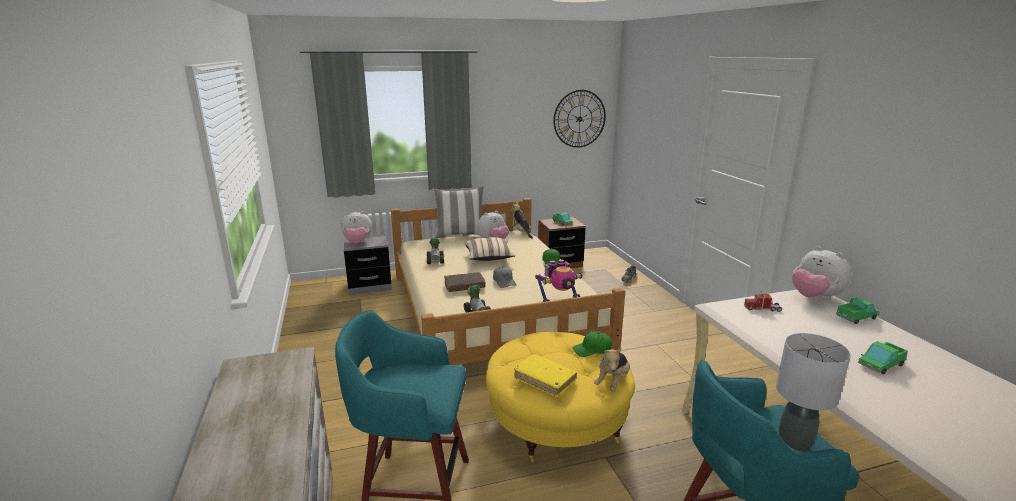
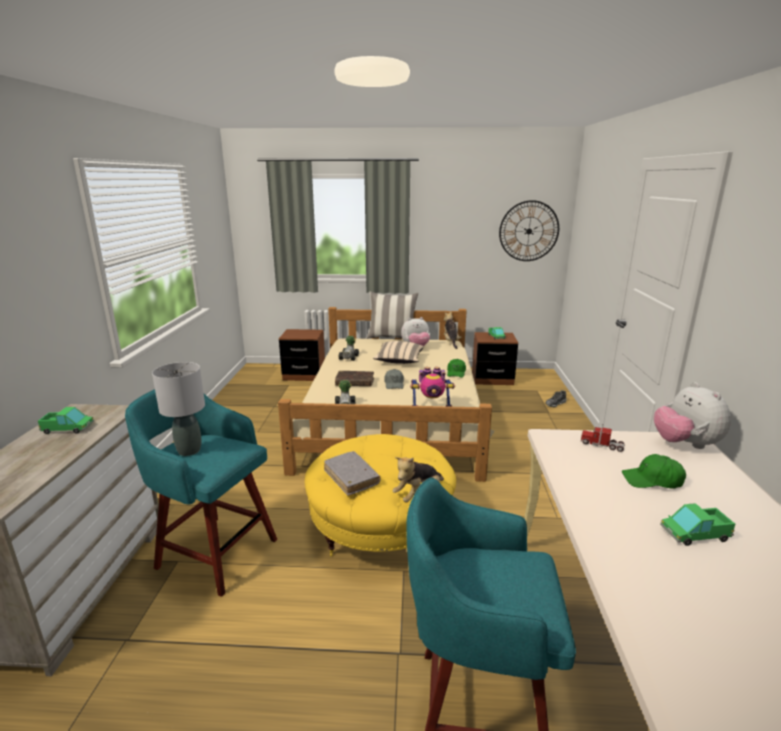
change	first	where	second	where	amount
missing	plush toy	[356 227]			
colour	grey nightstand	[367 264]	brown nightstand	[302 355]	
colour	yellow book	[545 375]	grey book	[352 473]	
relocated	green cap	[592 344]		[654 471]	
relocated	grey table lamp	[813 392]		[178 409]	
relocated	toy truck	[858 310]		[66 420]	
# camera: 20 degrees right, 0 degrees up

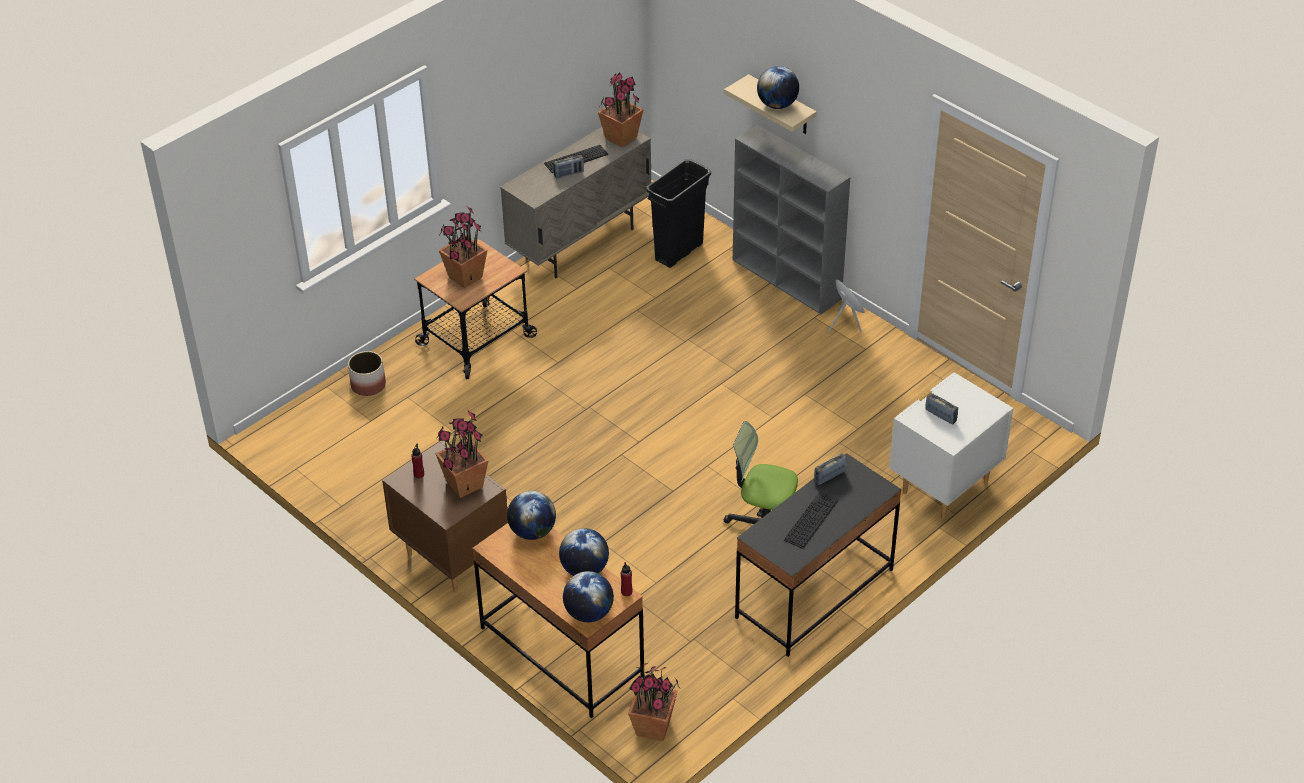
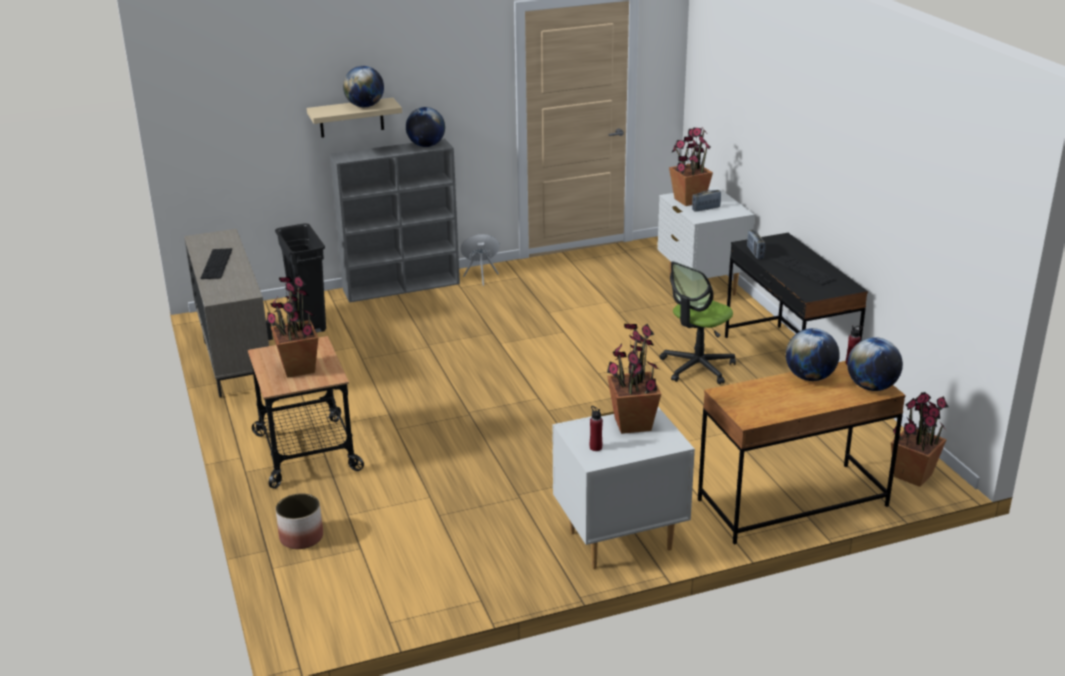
change	first	where	second	where	amount
colour	brown nightstand	[445 517]	white nightstand	[623 488]	
relocated	globe	[531 515]		[425 127]	
missing	radio	[568 166]			
relocated	potted plant	[621 110]		[691 167]	
# camera: 65 degrees left, 15 degrees down

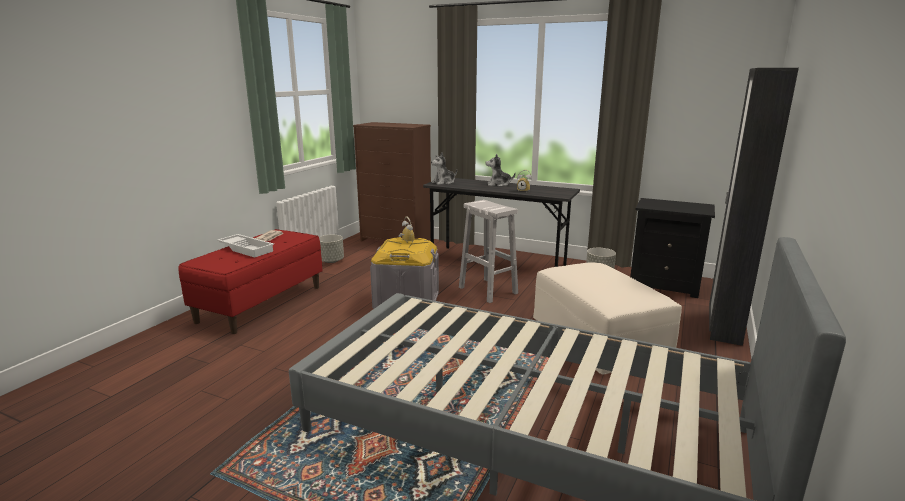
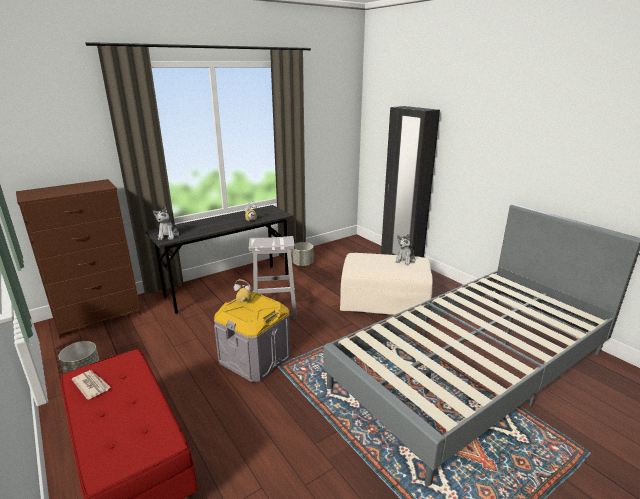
change	first	where	second	where	amount
missing	white tray	[245 246]			
relocated	plush toy	[500 170]		[405 249]	
missing	black nightstand	[672 248]			
# camera: 60 degrees left, 5 degrees up

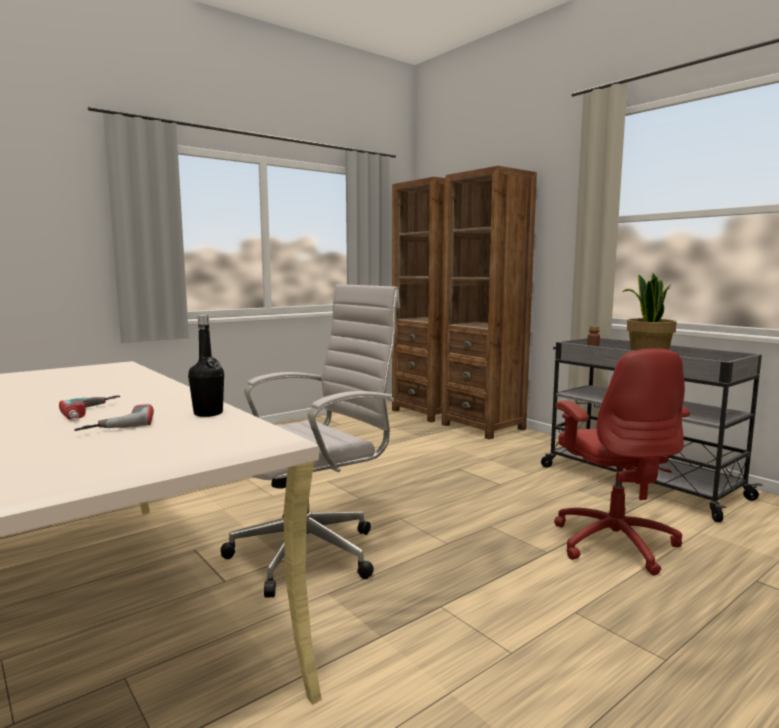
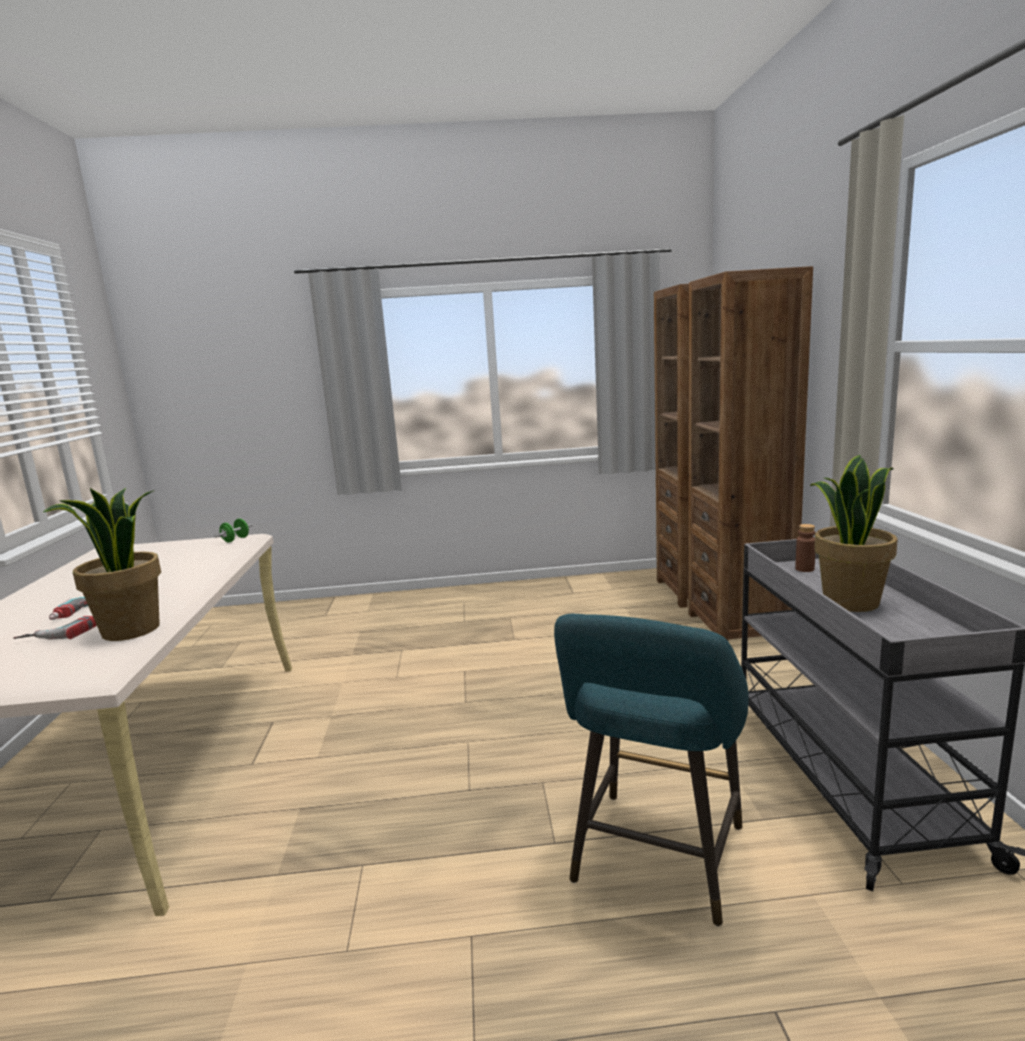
change	first	where	second	where	amount
exchanged	black bottle	[206 366]	potted plant	[102 564]	
missing	white office chair	[310 441]			
exchanged	red office chair	[622 461]	turquoise stool	[651 770]	
appeared			green dumbbell	[233 530]	
# camera: 35 degrees right, 5 degrees up

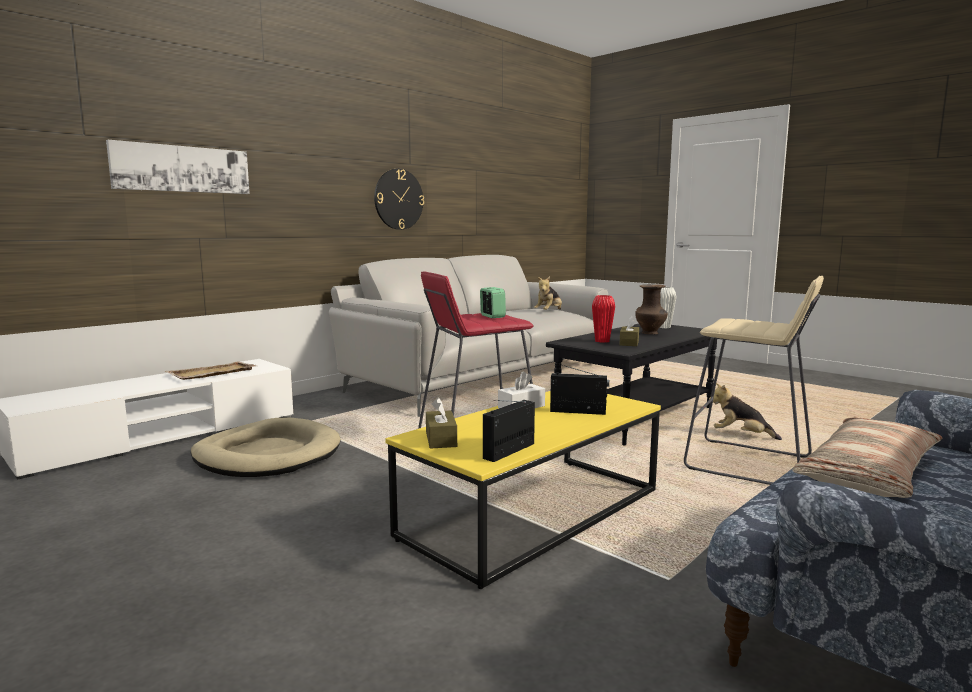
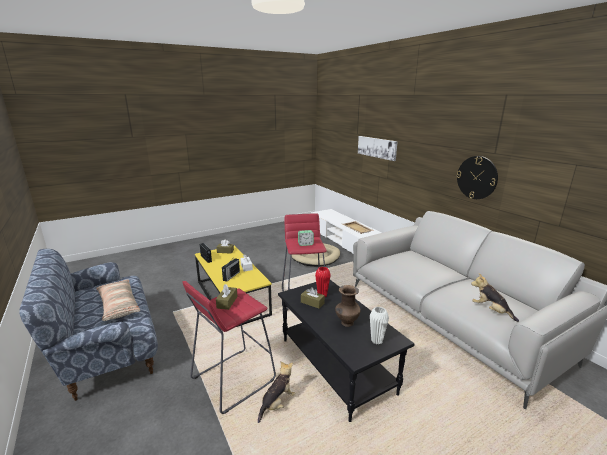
change	first	where	second	where	amount
colour	beige stool	[754 380]	red stool	[229 347]	
appeared			brown tissue box	[227 297]	
# camera: 105 degrees right, 10 degrees up

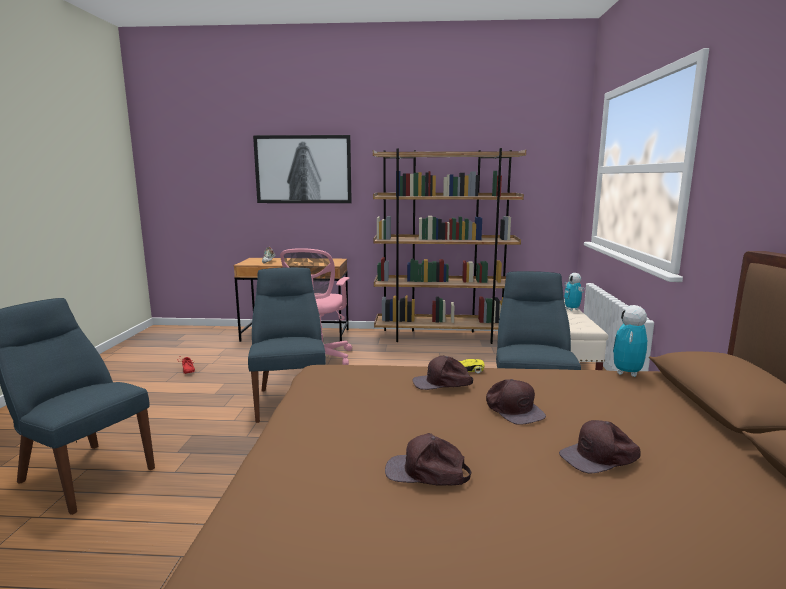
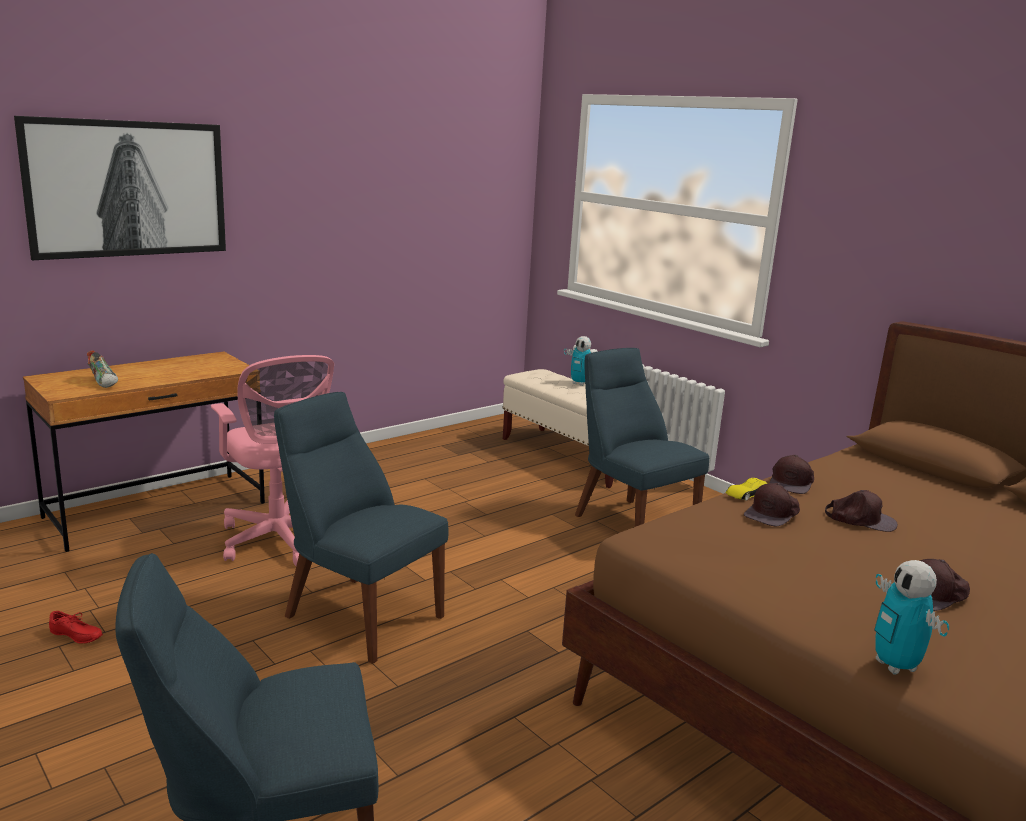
change	first	where	second	where	amount
missing	brown bookcase	[449 246]			
relocated	brown cap	[600 446]		[792 474]	
relocated	toy robot	[630 341]		[911 617]	
# camera: 45 degrees left, 5 degrees up

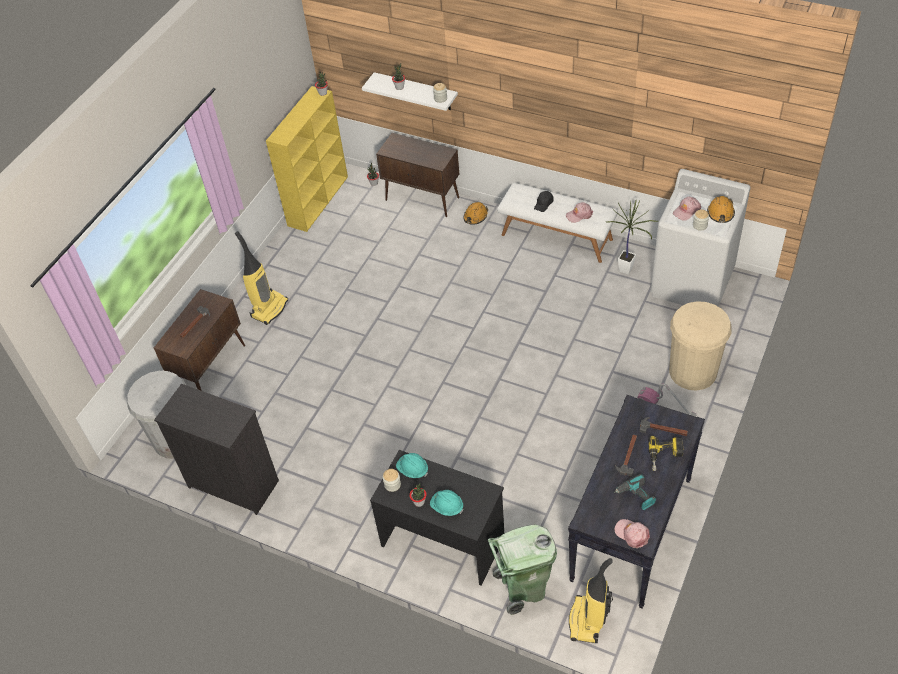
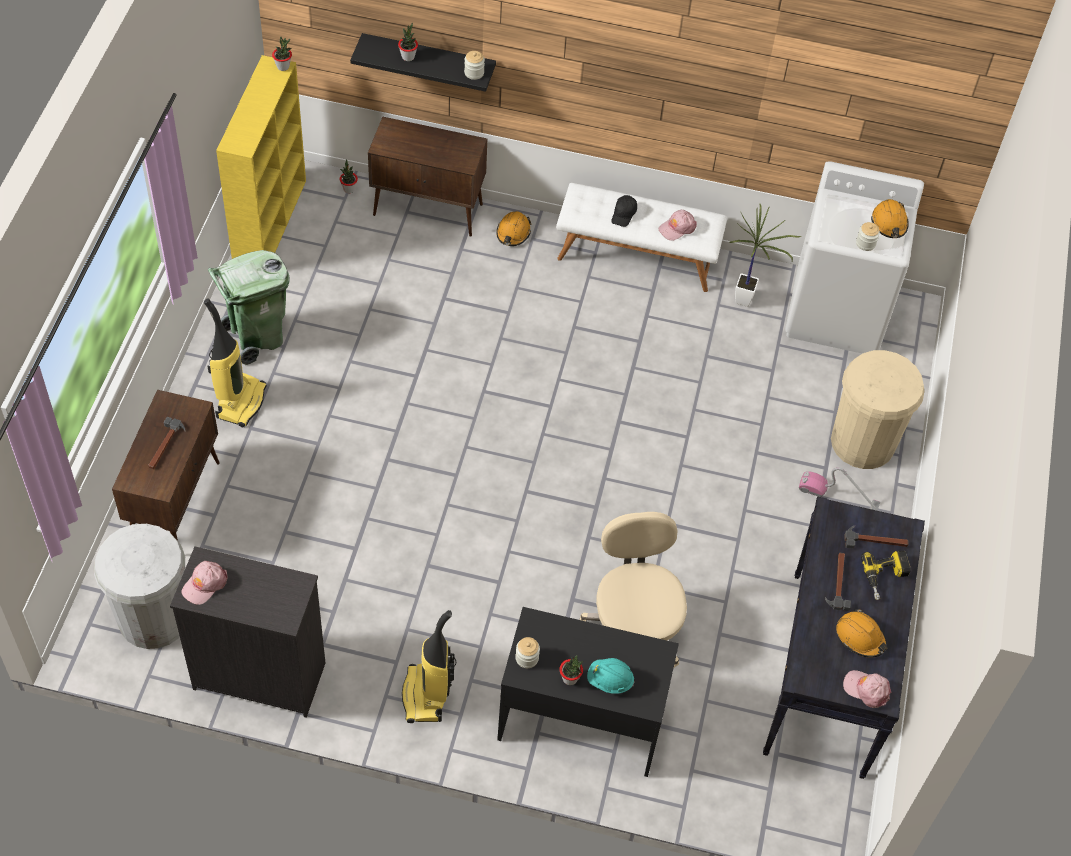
change	first	where	second	where	amount
colour	white shelf	[410 91]	black shelf	[423 62]	
missing	turquoise hard hat	[412 465]			
relocated	green trash can	[522 570]		[249 307]	
relocated	vacuum cleaner	[591 600]		[429 666]	
exchanged	power drill	[635 492]	orange hard hat	[862 633]	
relocated	pink cap	[687 209]		[204 583]	
appeared			beige office chair	[633 589]	
# camera: 20 degrees left, 5 degrees up

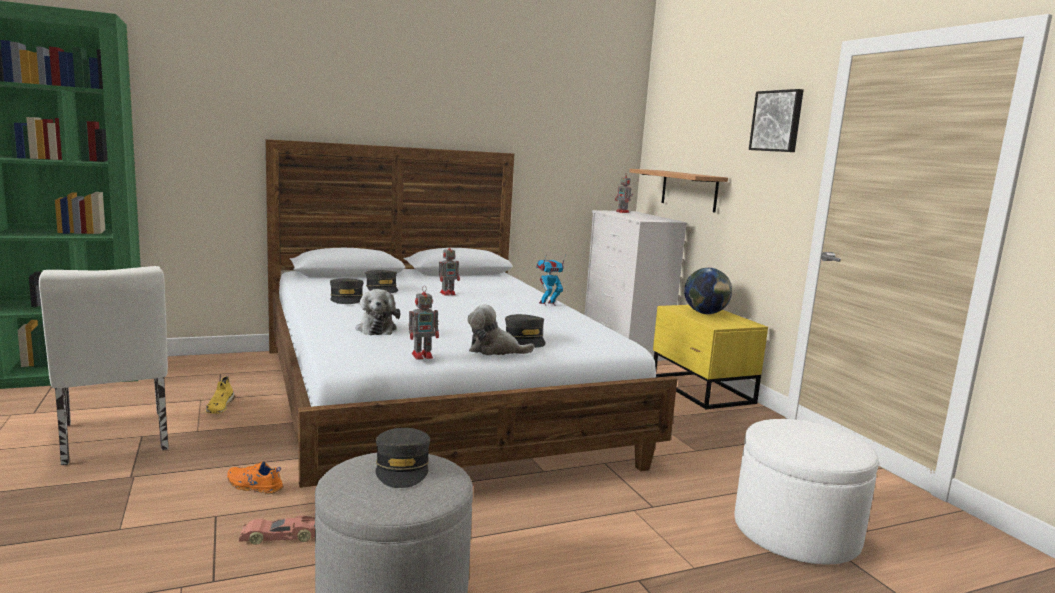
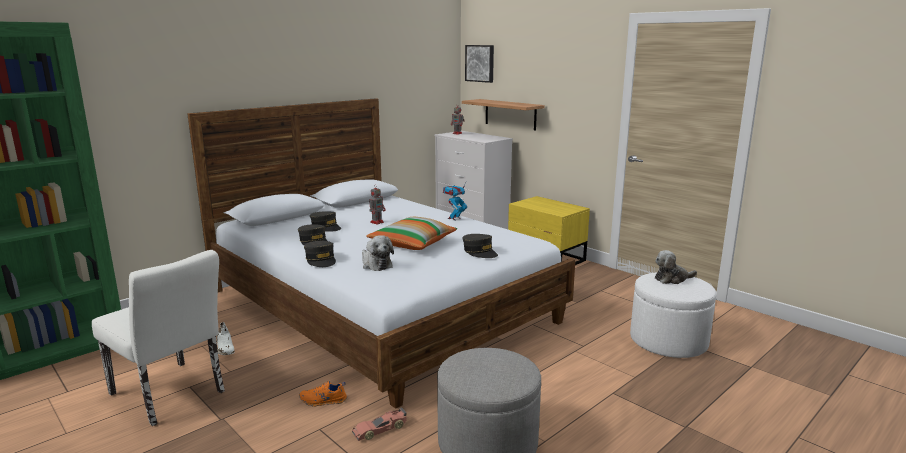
change	first	where	second	where	amount
colour	yellow shoe	[220 395]	white shoe	[226 338]	
relocated	grey cap	[403 458]		[320 254]	
missing	toy robot	[424 323]			
relocated	plush toy	[501 329]		[676 267]	
missing	globe	[708 291]			
relocated	picture	[776 120]		[479 64]	
appeared			pillow	[411 233]	
# camera: 20 degrees left, 5 degrees up

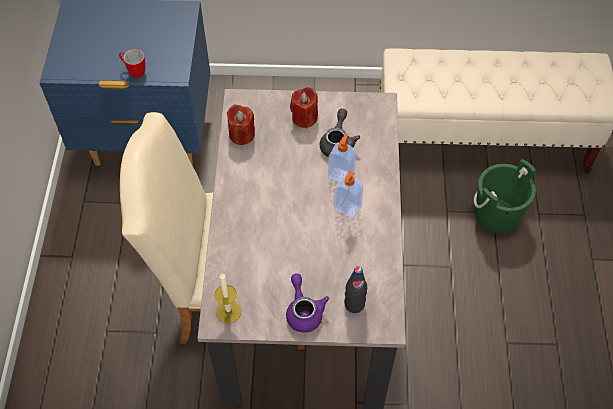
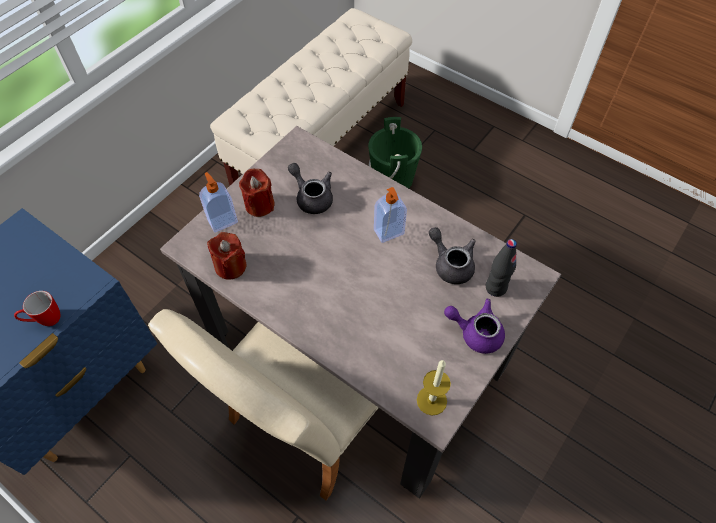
change	first	where	second	where	amount
relocated	soap dispenser	[342 158]		[218 202]	
appeared			grey teapot	[452 255]	
# camera: 55 degrees left, 0 degrees up

